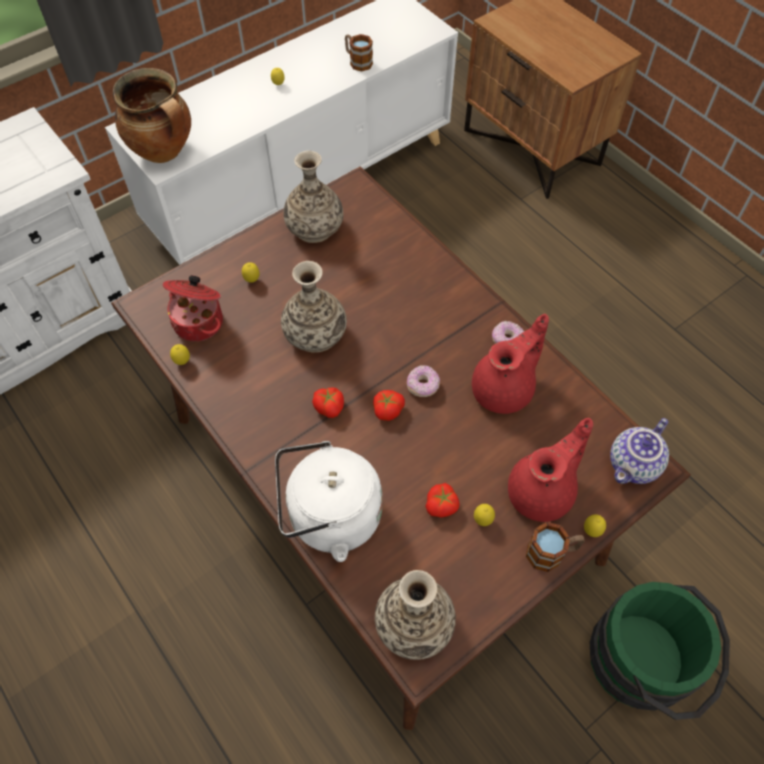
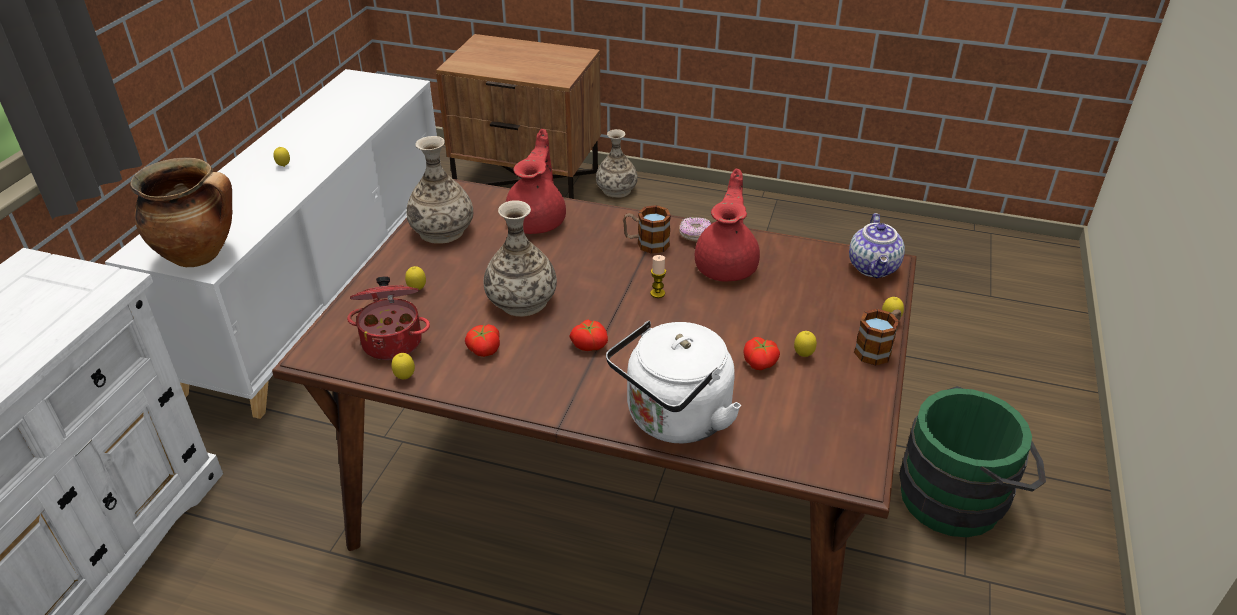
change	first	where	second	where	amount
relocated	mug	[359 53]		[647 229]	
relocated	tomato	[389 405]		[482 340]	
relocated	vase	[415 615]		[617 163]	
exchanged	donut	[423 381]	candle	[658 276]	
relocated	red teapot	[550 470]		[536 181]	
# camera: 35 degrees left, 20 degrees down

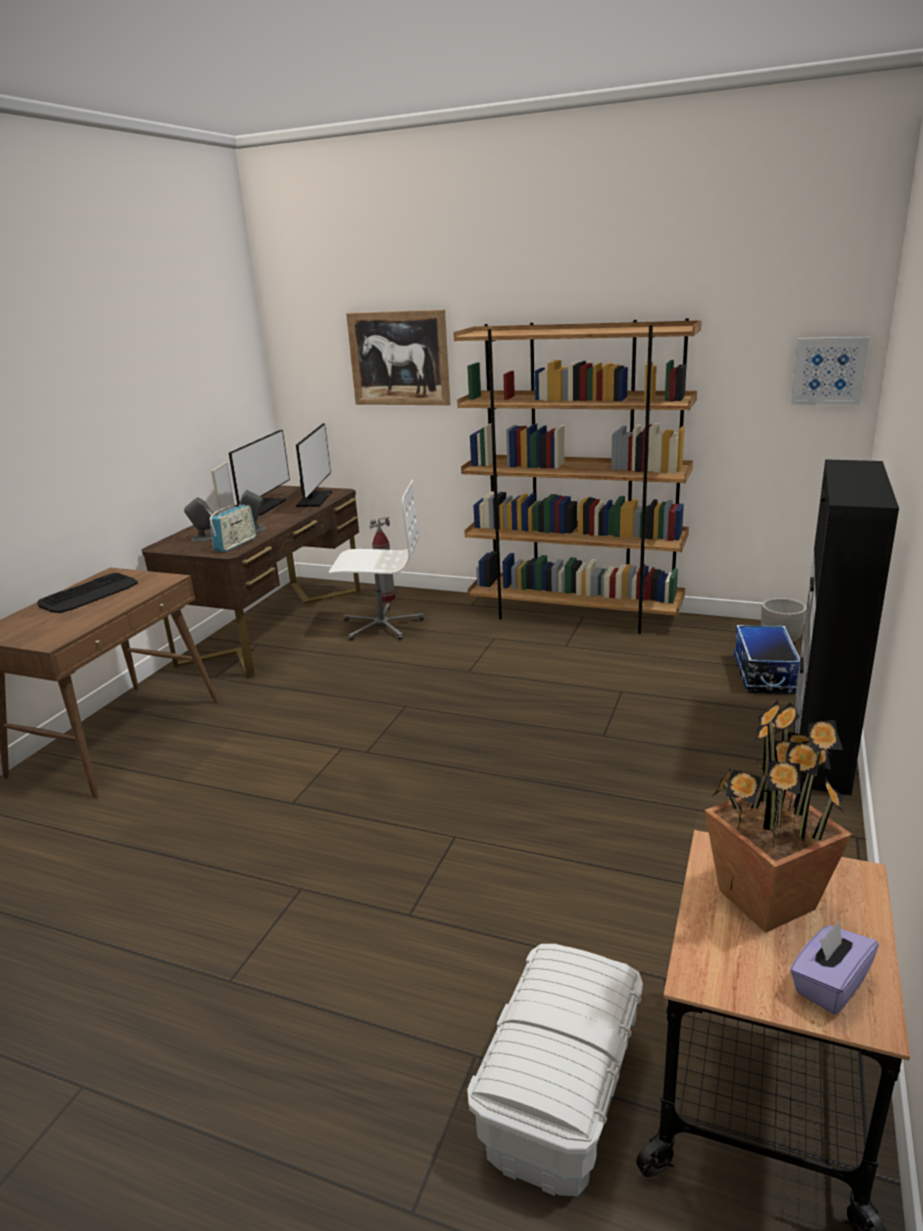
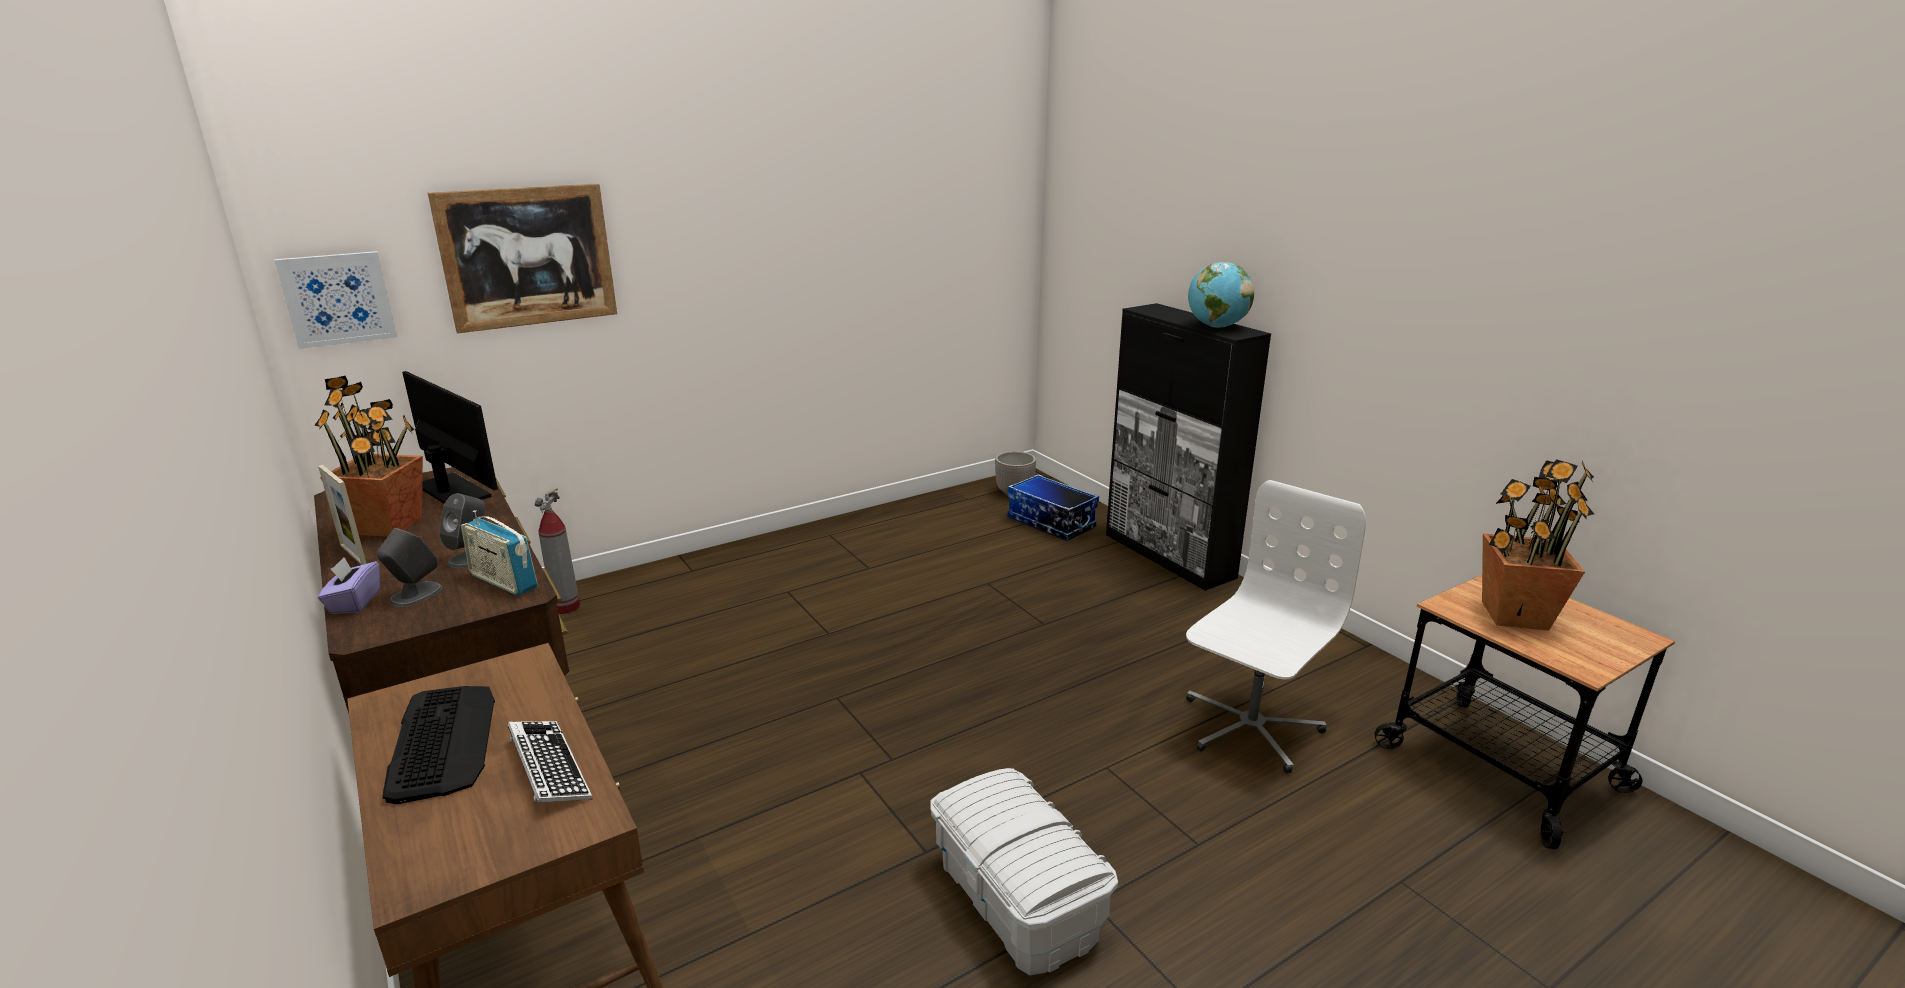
change	first	where	second	where	amount
spun	radio	[233 528]		[499 553]	150 degrees clockwise
exchanged	monitor	[259 473]	potted plant	[368 456]	
relocated	white office chair	[376 560]		[1276 627]	
missing	brown bookcase	[578 476]			
relocated	white storage box	[555 1070]		[1024 871]	
relocated	purple tissue box	[834 968]		[349 585]	
relocated	picture	[830 371]		[335 300]	
appeared			keyboard	[550 762]	
appeared			globe	[1221 295]	
# camera: 55 degrees left, 0 degrees up

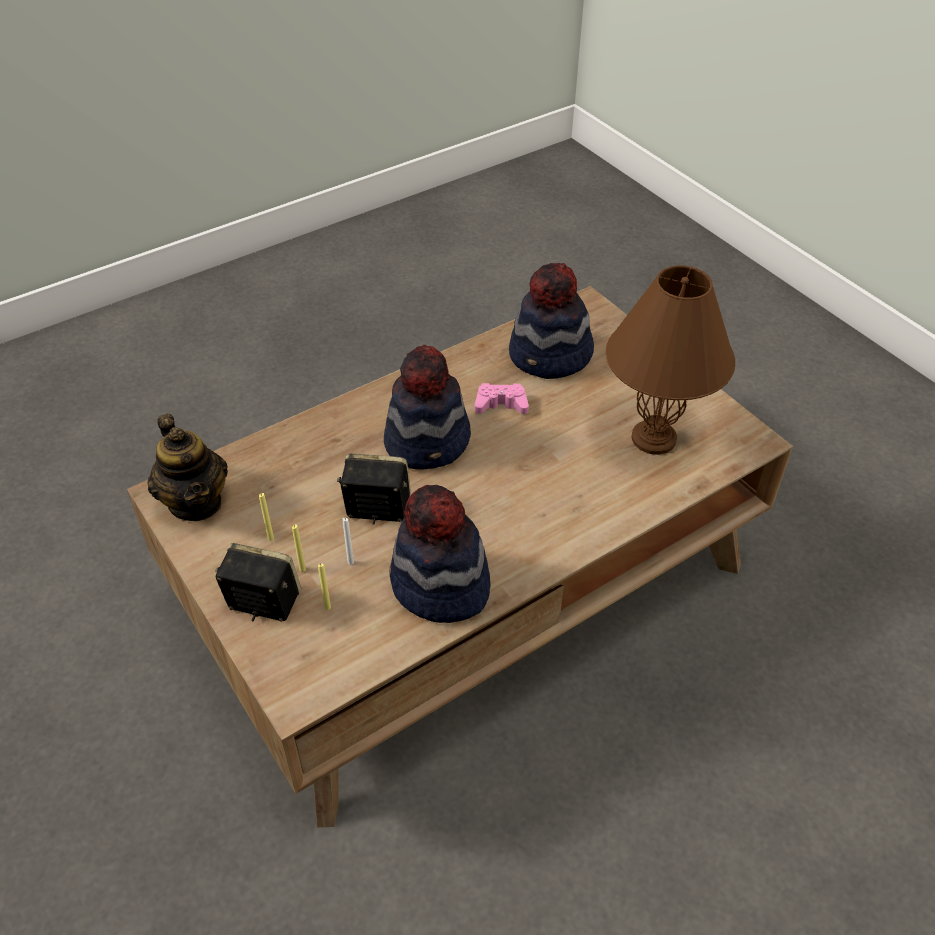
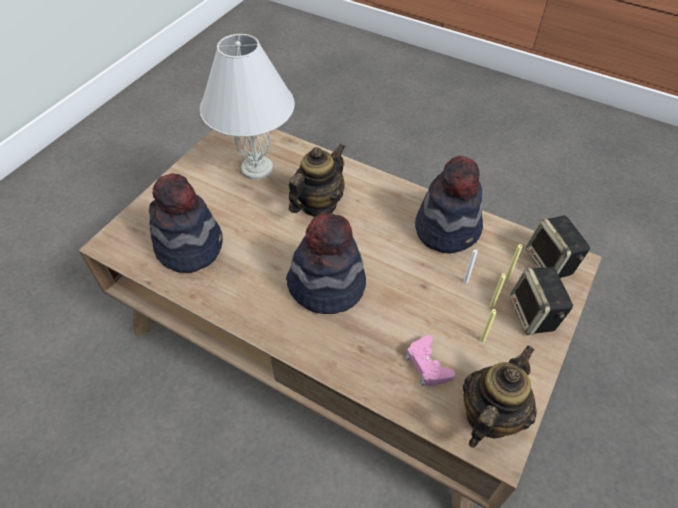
change	first	where	second	where	amount
relocated	speaker	[374 489]		[558 247]	
relocated	pink game controller	[502 398]		[430 360]	
colour	brown table lamp	[670 360]	white table lamp	[247 107]	
appeared			teapot	[317 180]	
# camera: 115 degrees left, 5 degrees up

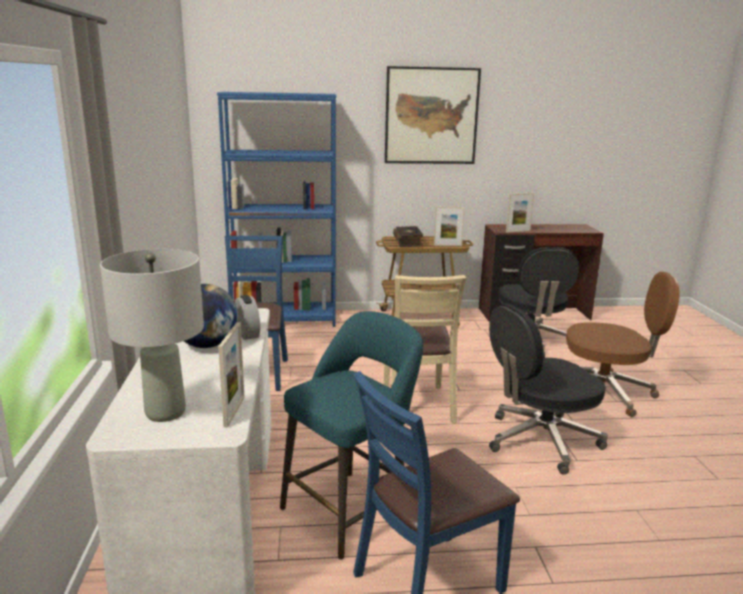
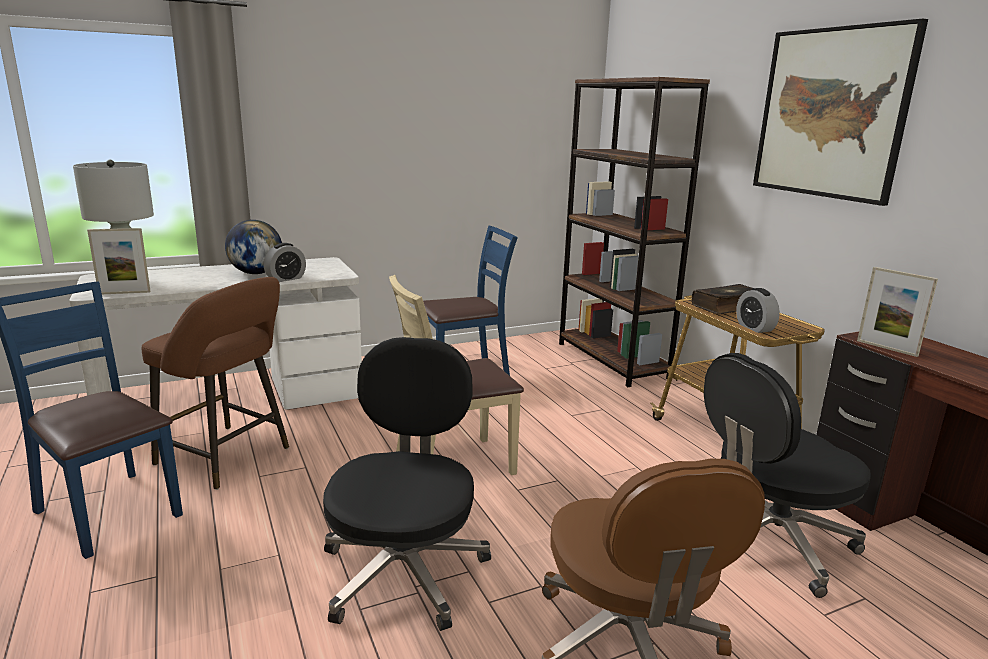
change	first	where	second	where	amount
colour	blue bookcase	[276 209]	brown bookcase	[634 232]	
colour	turquoise stool	[351 435]	brown stool	[215 383]	
exchanged	picture frame	[449 226]	alarm clock	[758 310]	
spun	black office chair	[548 389]		[407 484]	45 degrees clockwise
# camera: 70 degrees right, 0 degrees up

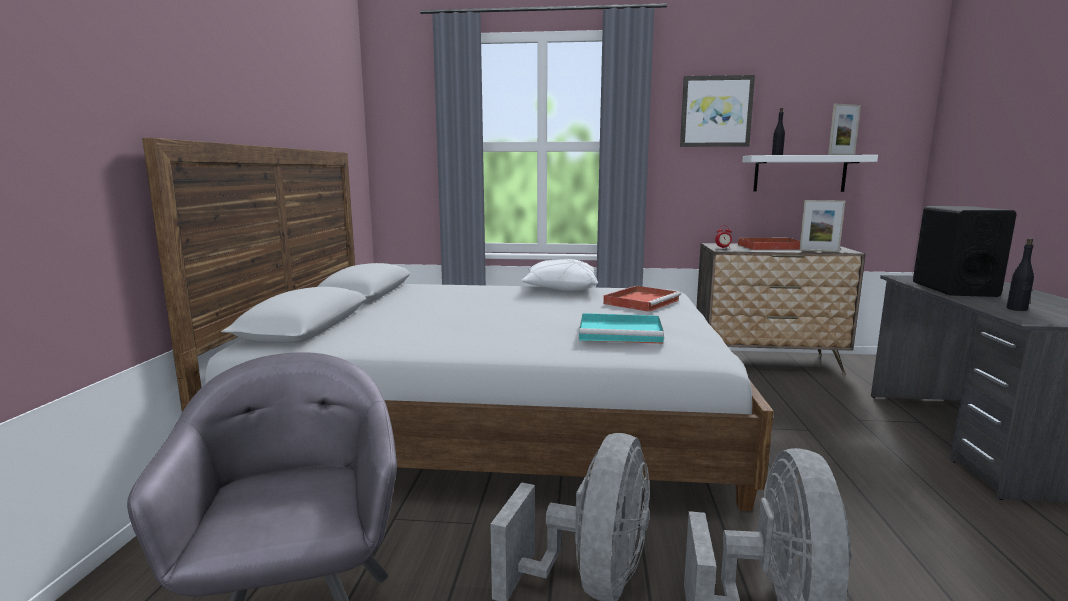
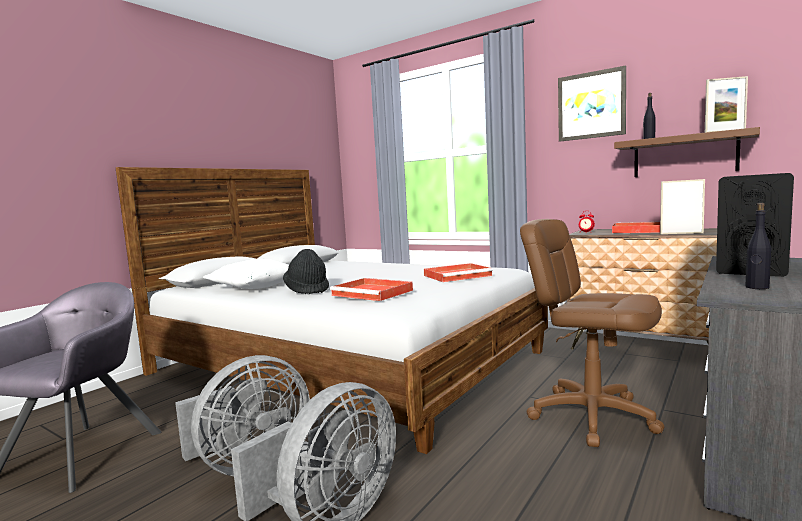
change	first	where	second	where	amount
relocated	white pillow	[559 275]		[246 273]	
colour	turquoise tray	[621 328]	red tray	[371 289]	
colour	white shelf	[810 173]	brown shelf	[687 152]	
spun	picture frame	[822 226]		[682 206]	150 degrees clockwise
appeared			black hat	[306 271]	
appeared			brown office chair	[592 333]	
# camera: 30 degrees right, 5 degrees down

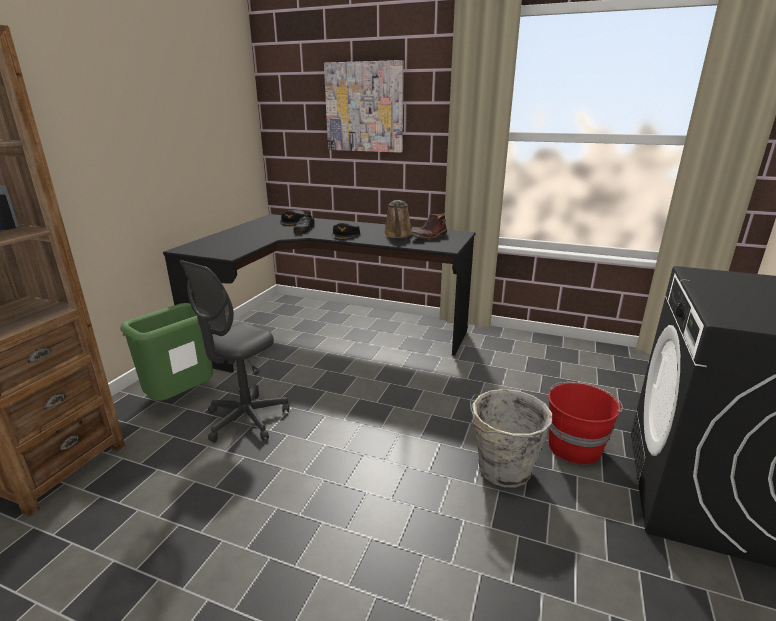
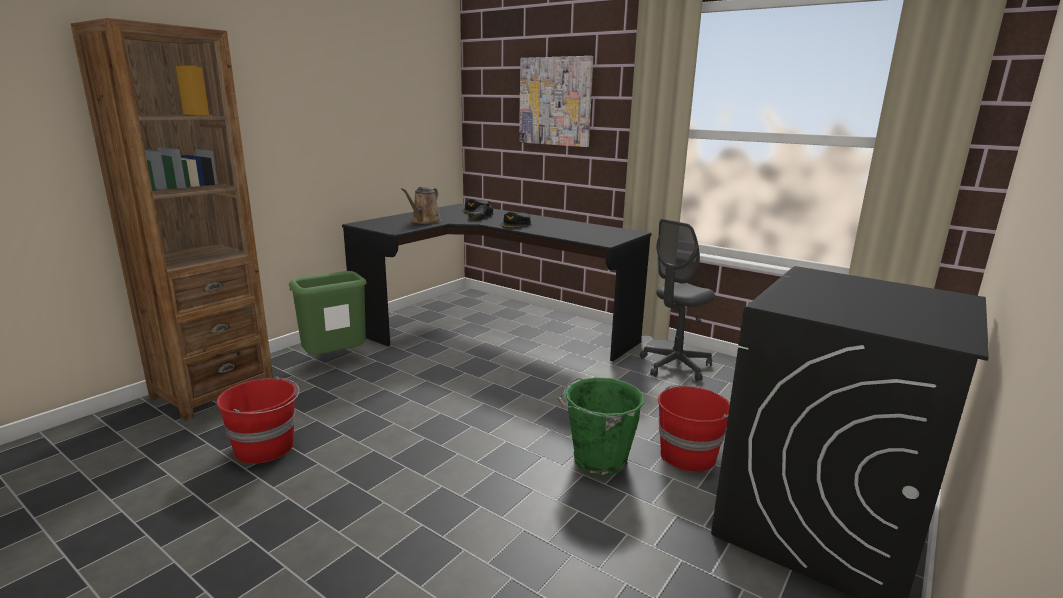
change	first	where	second	where	amount
relocated	grey office chair	[234 351]		[677 300]	
relocated	brown watering can	[398 219]		[421 205]	
missing	brown boot	[429 226]			
colour	grey bucket	[511 438]	green bucket	[600 426]	
appeared			red bucket	[258 420]	
# camera: 15 degrees right, 5 degrees down

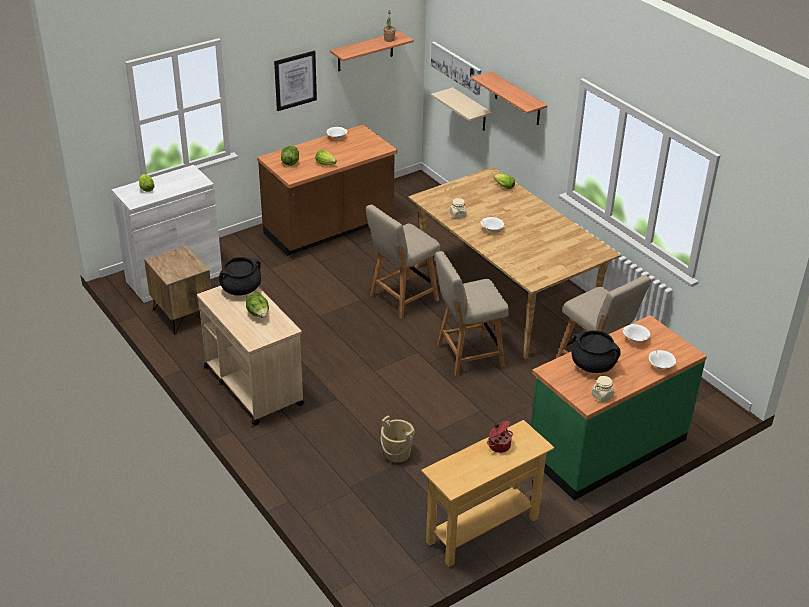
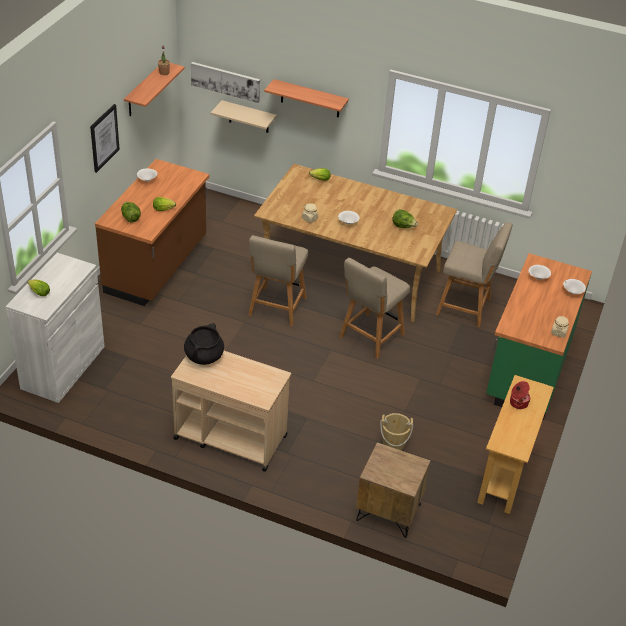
change	first	where	second	where	amount
relocated	brown nightstand	[177 289]		[393 490]	
relocated	lettuce	[257 305]		[405 218]	
missing	black cooking pot	[596 351]			
# camera: 35 degrees left, 5 degrees up

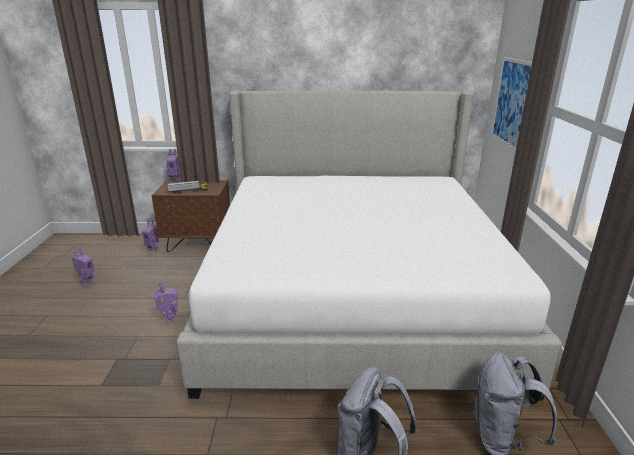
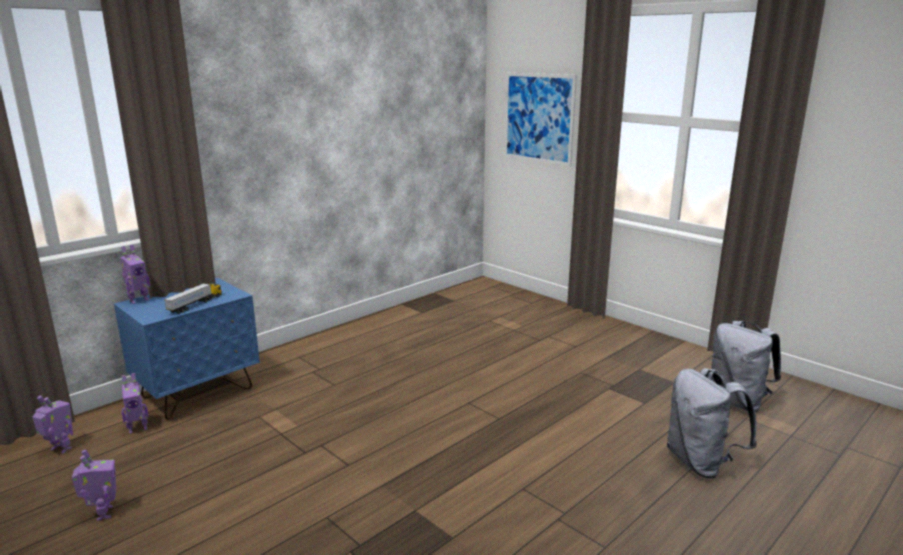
change	first	where	second	where	amount
colour	brown nightstand	[190 216]	blue nightstand	[187 349]	
relocated	toy robot	[166 303]		[53 424]	
missing	bed	[369 245]			
# camera: 45 degrees left, 5 degrees down

